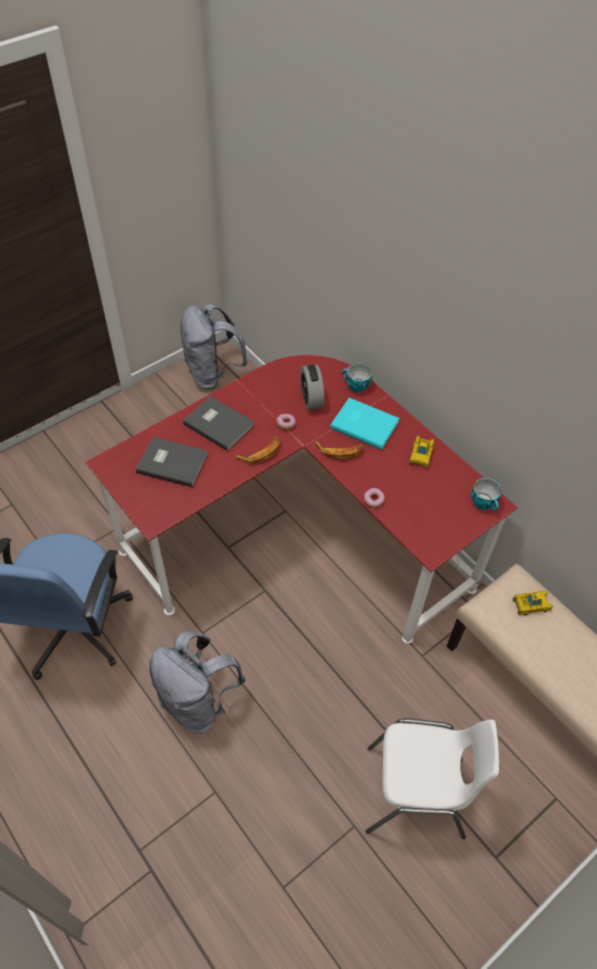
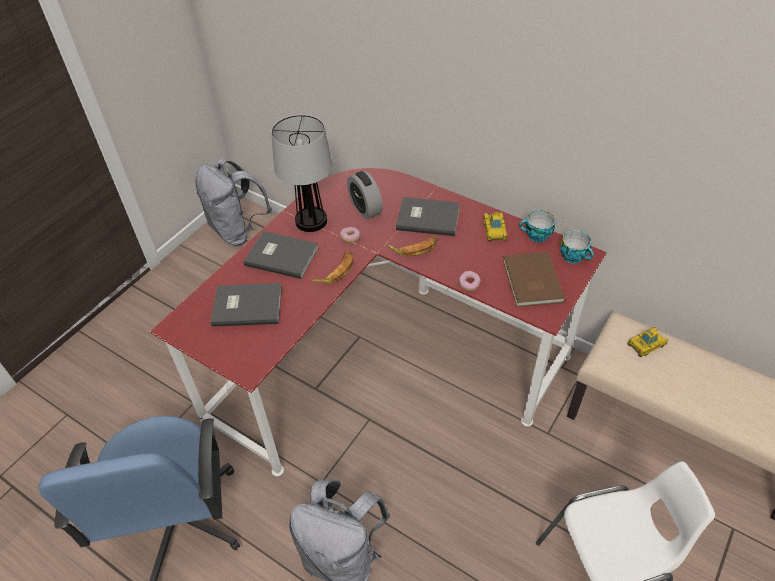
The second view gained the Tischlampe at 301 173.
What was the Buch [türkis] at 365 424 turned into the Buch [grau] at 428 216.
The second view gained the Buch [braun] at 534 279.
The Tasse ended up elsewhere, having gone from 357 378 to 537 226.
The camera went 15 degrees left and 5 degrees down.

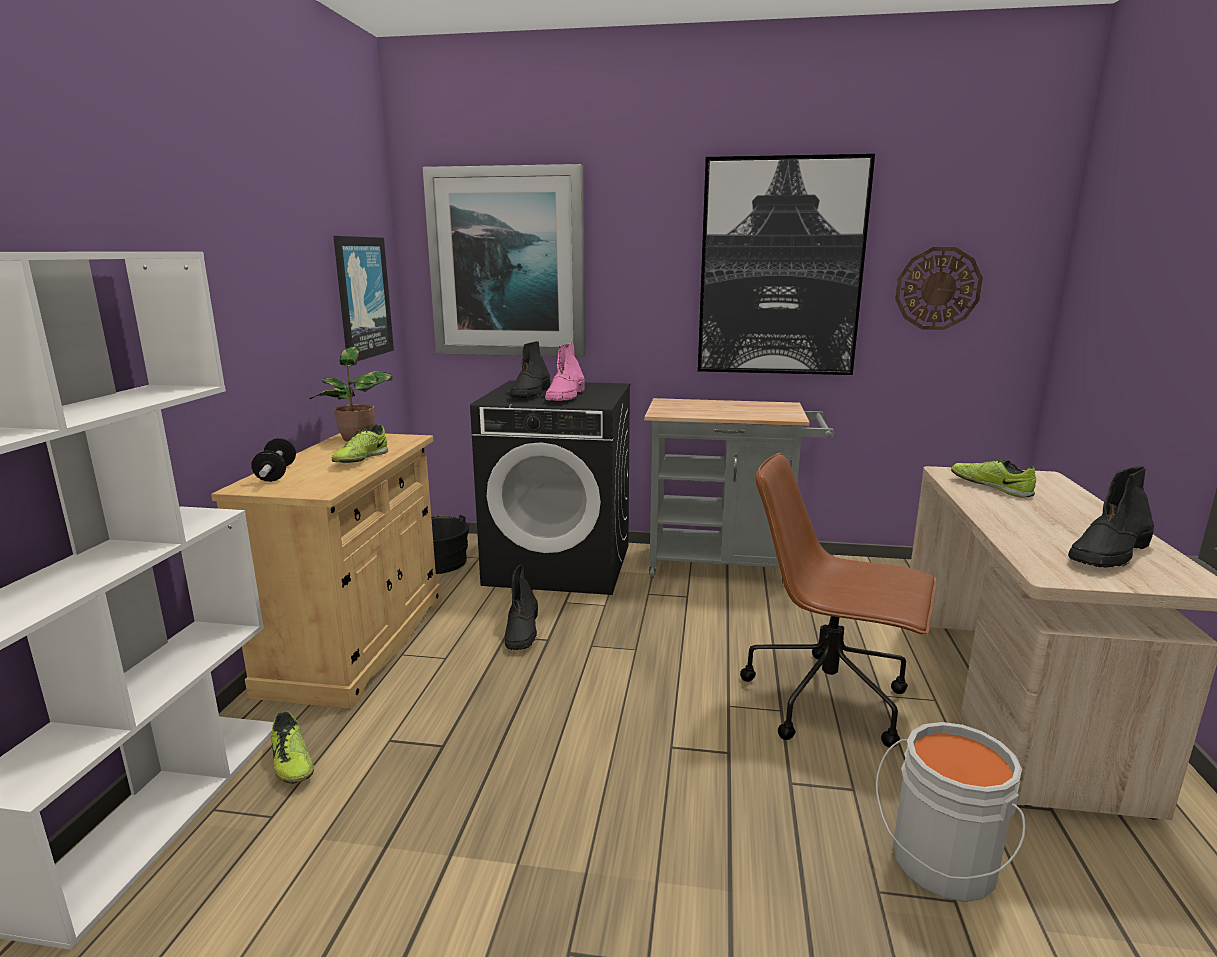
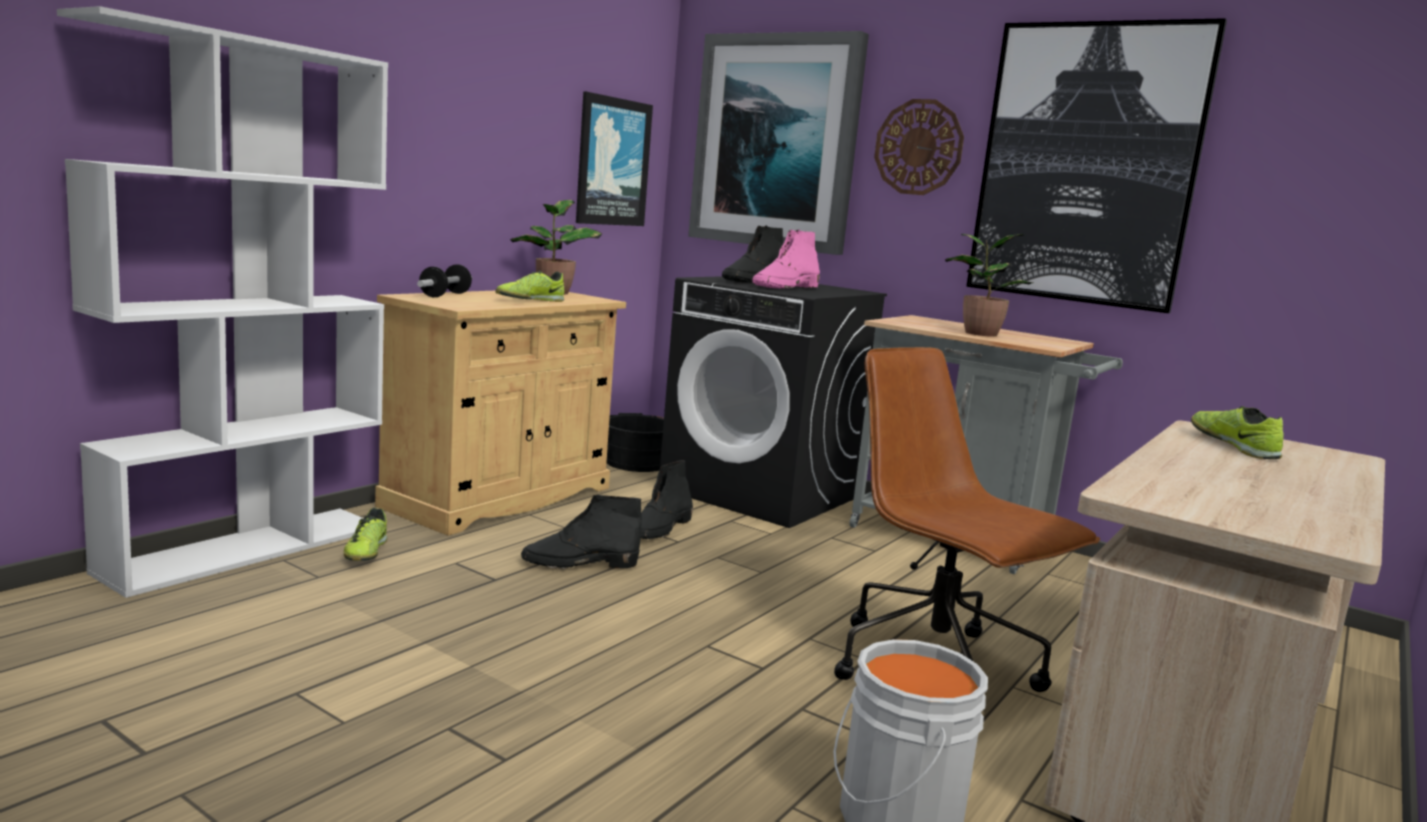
The Stiefel [schwarz] ended up elsewhere, having gone from 1111 517 to 581 532.
The Wanduhr ended up elsewhere, having gone from 939 288 to 919 147.
The second view gained the Topfpflanze at 989 285.
The camera went 25 degrees right and 5 degrees down.

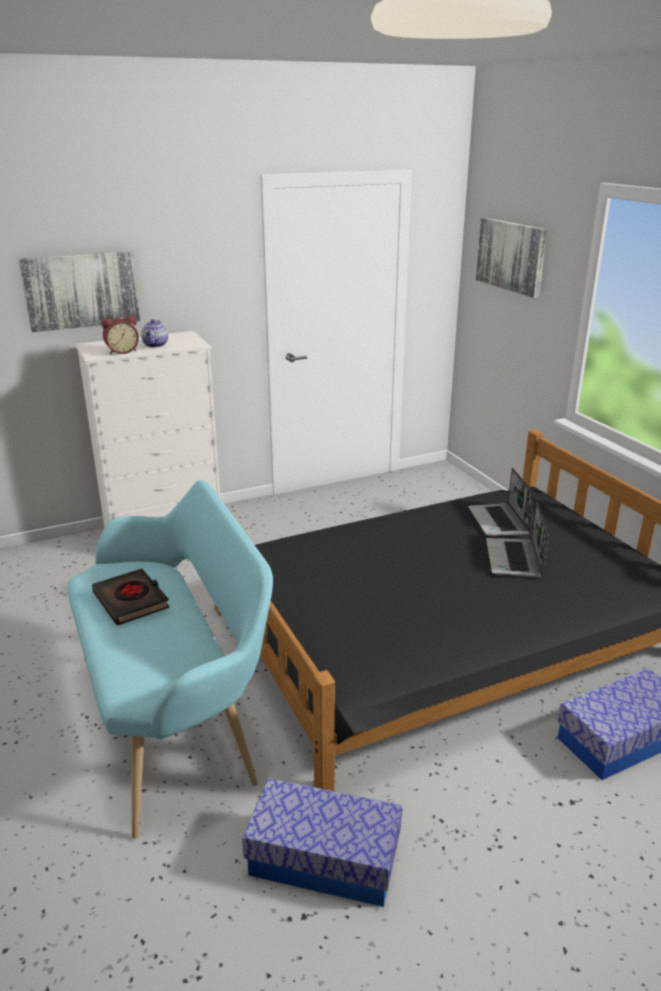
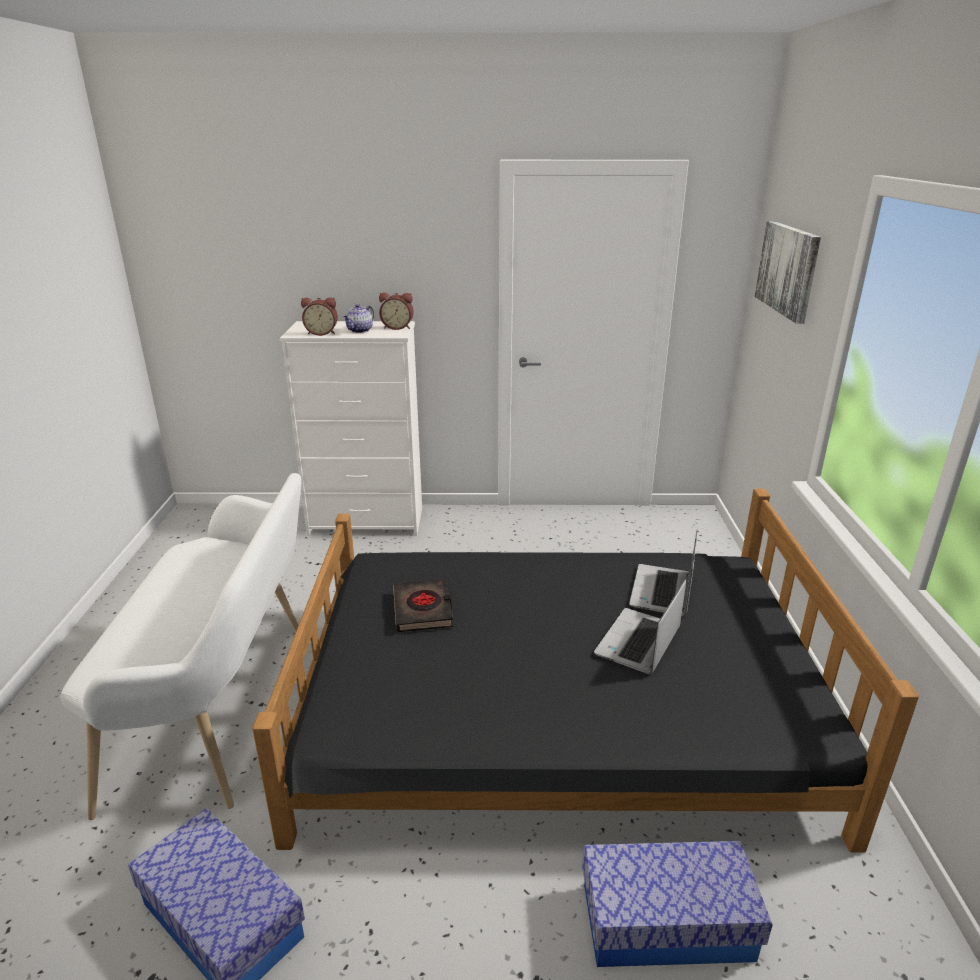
What was the Bank [türkis] at 170 659 turned into the Bank [weiß] at 181 646.
The second view gained the Wecker at 396 311.
The Buch [schwarz] ended up elsewhere, having gone from 131 597 to 423 605.
The second view lost the Bild at 80 291.
The camera went 25 degrees right and 0 degrees up.

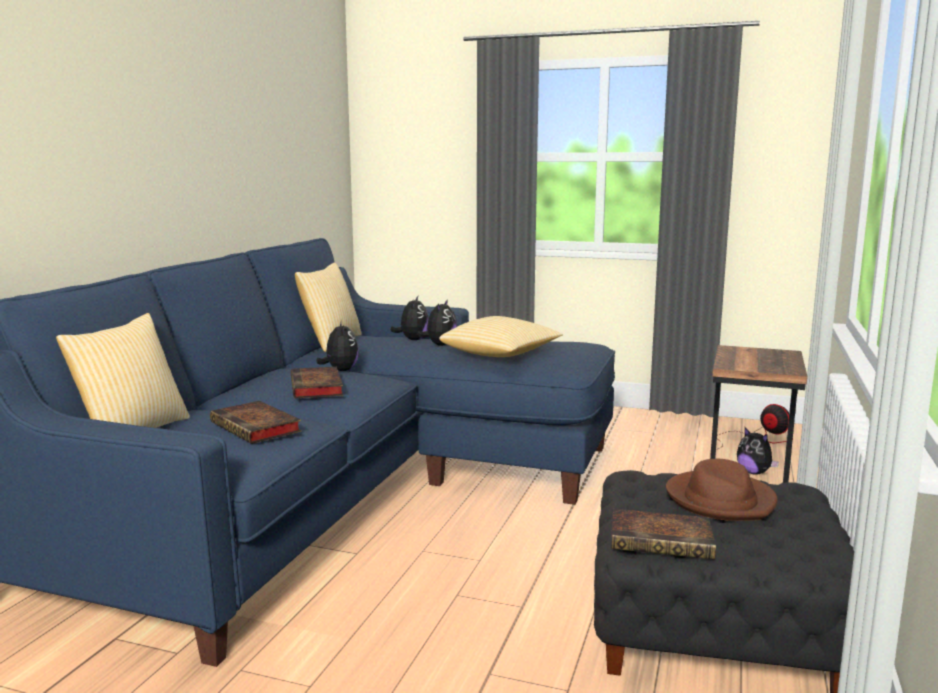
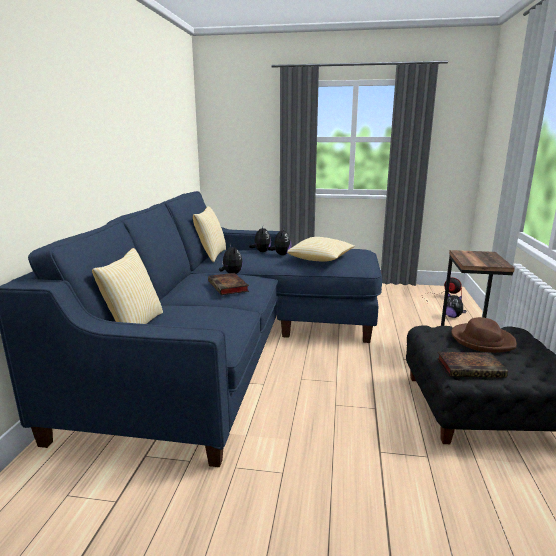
The second view lost the Buch at 256 422.
The camera went 10 degrees left and 5 degrees up.

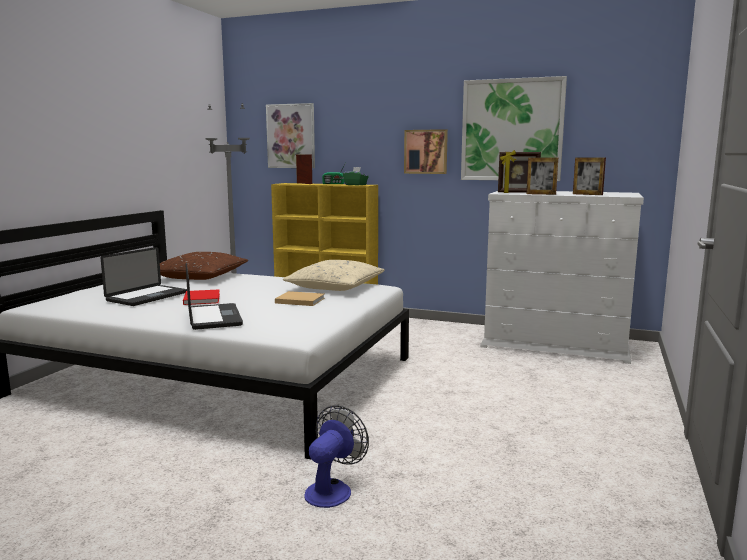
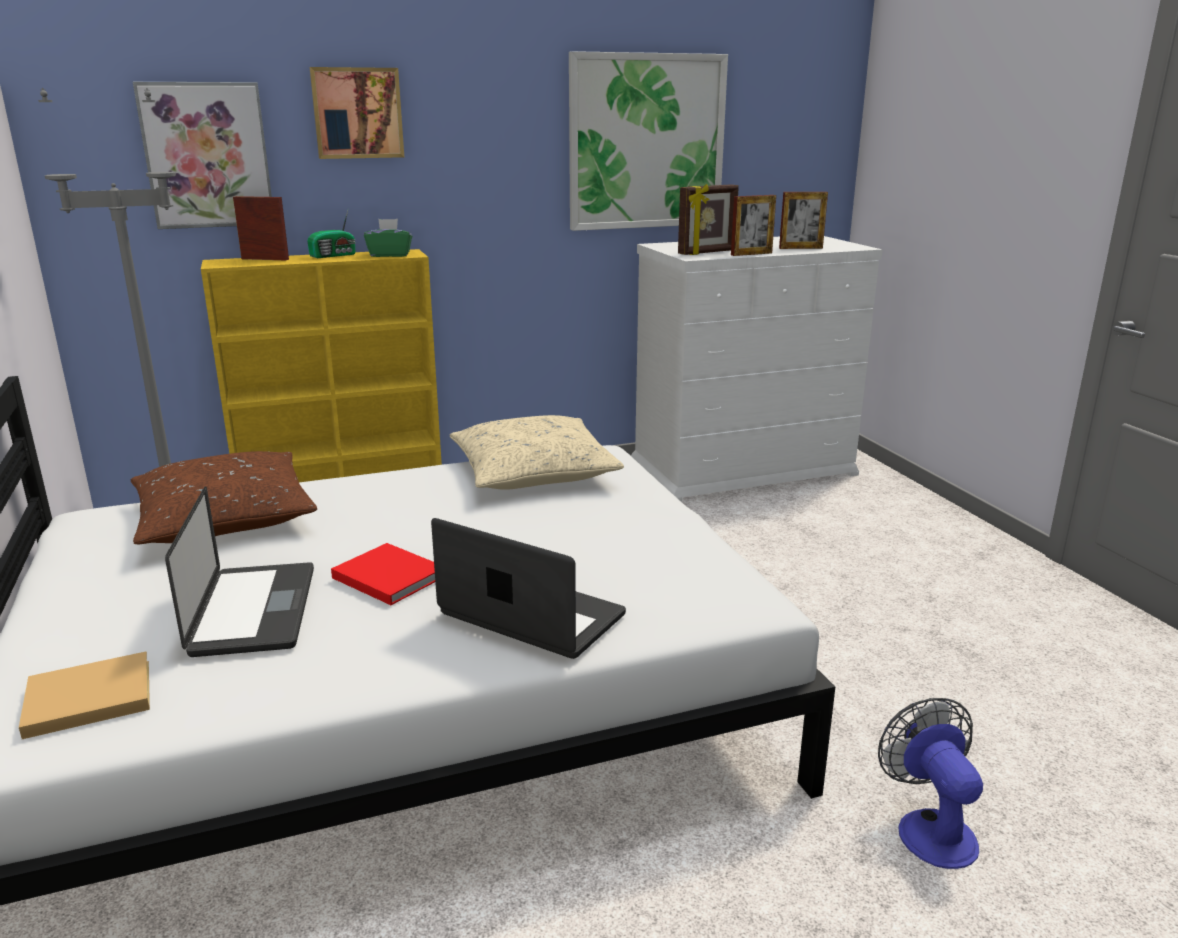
The Buch [beige] ended up elsewhere, having gone from 300 298 to 84 695.
The Bild ended up elsewhere, having gone from 426 151 to 357 113.
The camera went 40 degrees left and 10 degrees up.

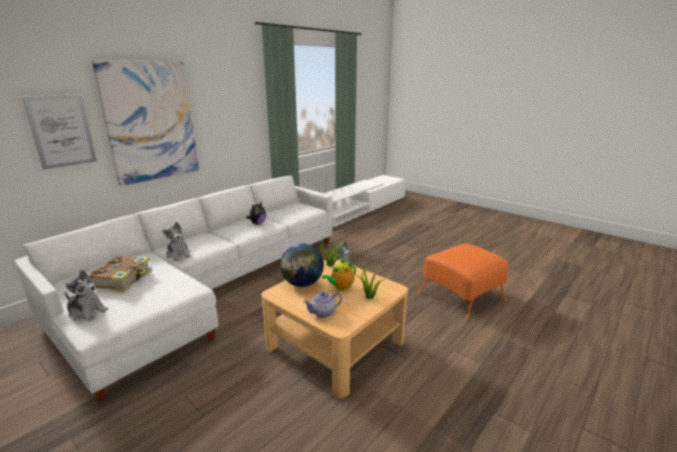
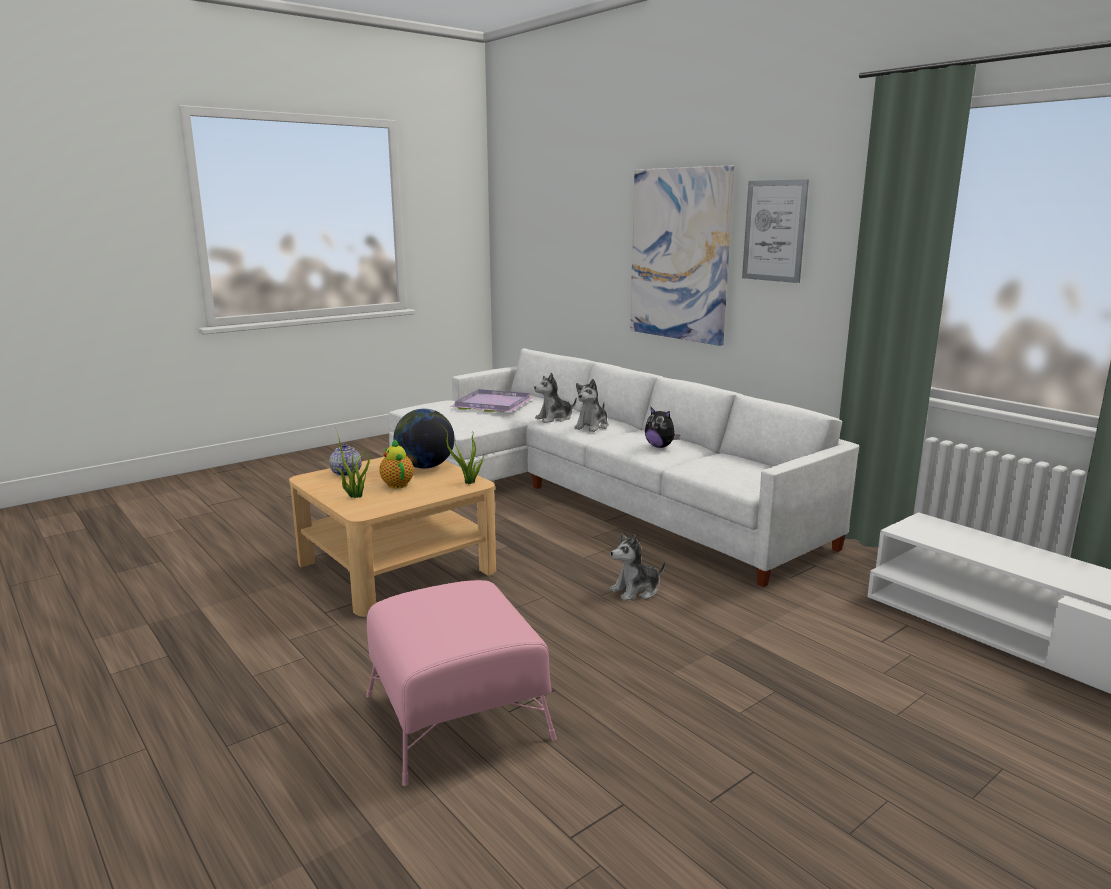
What was the Polsterhocker [orange] at 464 282 turned into the Polsterhocker [rosa] at 461 683.
Where the Buch stood at 120 274, the Tablett [lila] came to stand at 492 400.
The Plüschtier ended up elsewhere, having gone from 86 295 to 591 405.
The Bild ended up elsewhere, having gone from 59 131 to 775 231.
The camera went 100 degrees right and 5 degrees down.

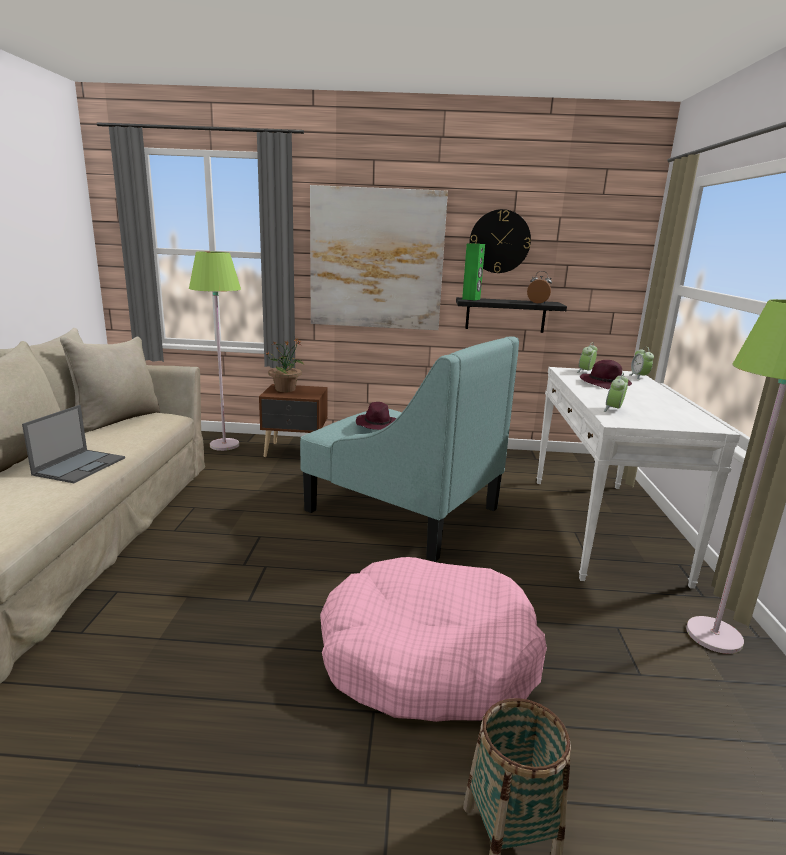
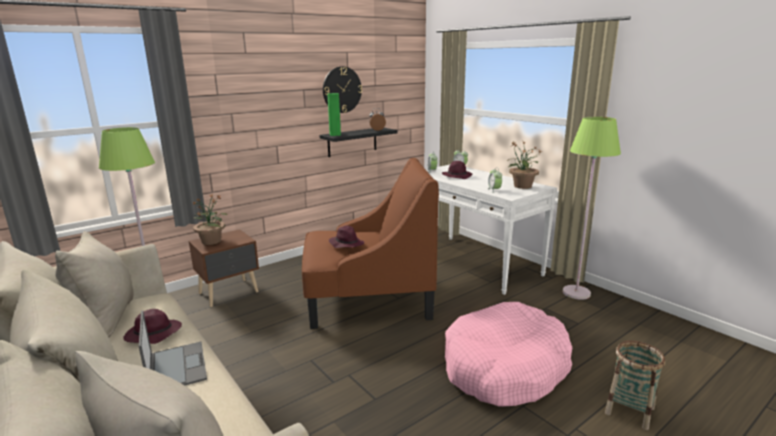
The second view gained the Hut [lila] at 152 326.
What was the Sessel [türkis] at 409 449 turned into the Sessel [braun] at 370 243.
The second view gained the Topfpflanze at 525 165.
The second view lost the Bild at 379 257.
The camera went 40 degrees left and 0 degrees up.

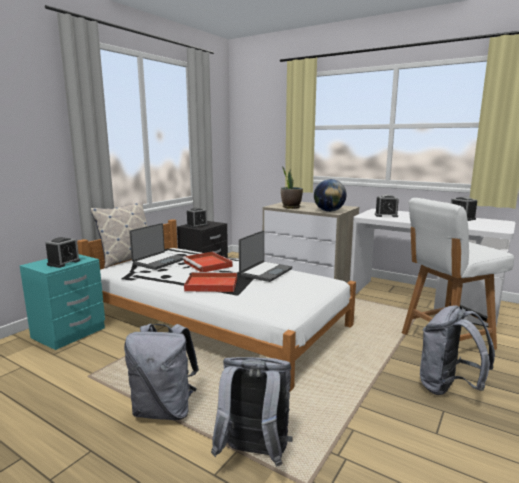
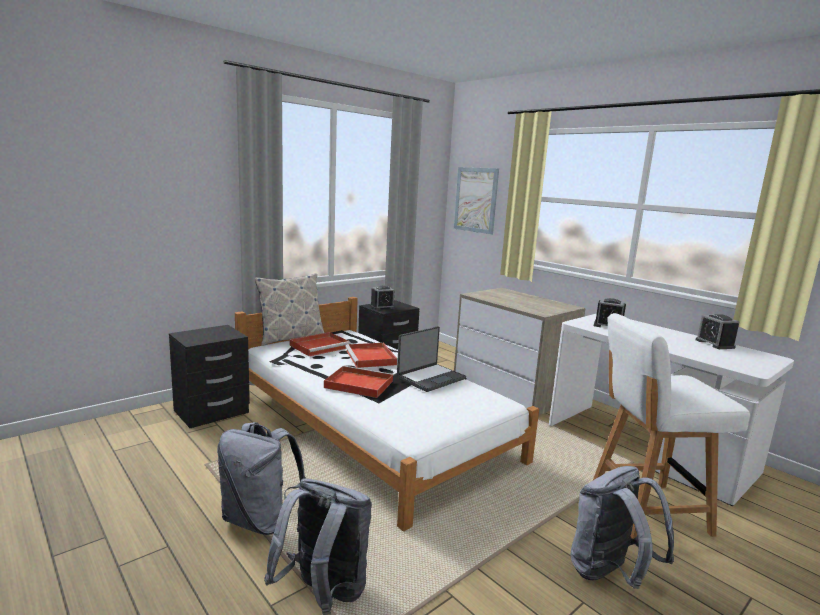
What was the Nachttisch [türkis] at 62 302 turned into the Nachttisch [schwarz] at 209 376.
Where the Laptop stood at 156 246, the Tablett [rot] came to stand at 320 344.
The second view gained the Bild at 476 200.
The second view lost the Wecker at 62 252.
The second view lost the Topfpflanze at 292 188.
The second view lost the Globus at 330 195.
The camera went 15 degrees right and 0 degrees up.

